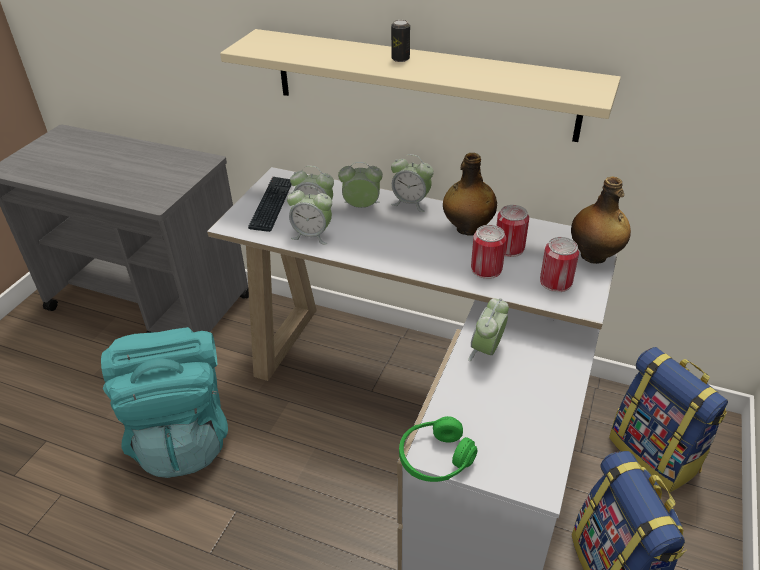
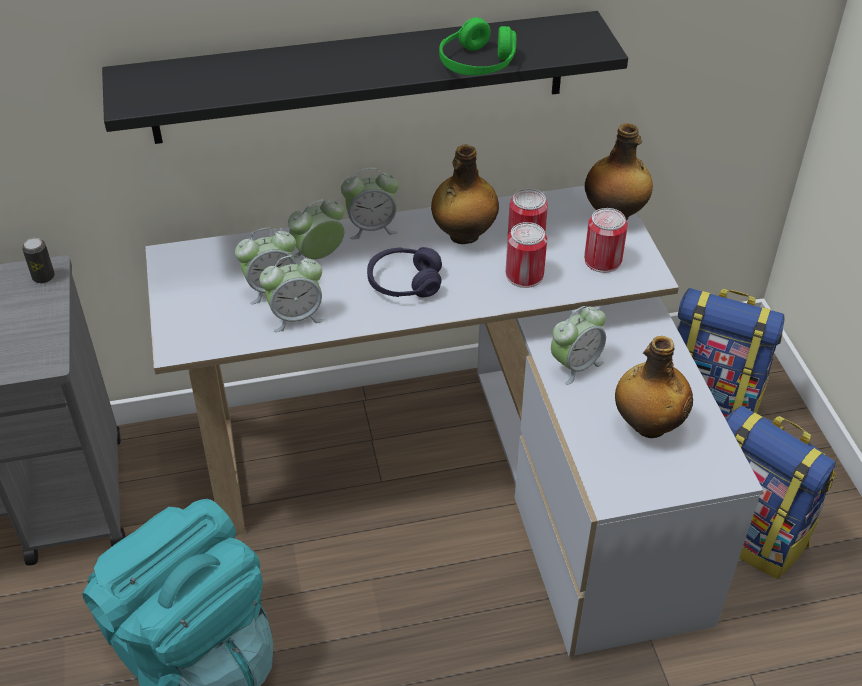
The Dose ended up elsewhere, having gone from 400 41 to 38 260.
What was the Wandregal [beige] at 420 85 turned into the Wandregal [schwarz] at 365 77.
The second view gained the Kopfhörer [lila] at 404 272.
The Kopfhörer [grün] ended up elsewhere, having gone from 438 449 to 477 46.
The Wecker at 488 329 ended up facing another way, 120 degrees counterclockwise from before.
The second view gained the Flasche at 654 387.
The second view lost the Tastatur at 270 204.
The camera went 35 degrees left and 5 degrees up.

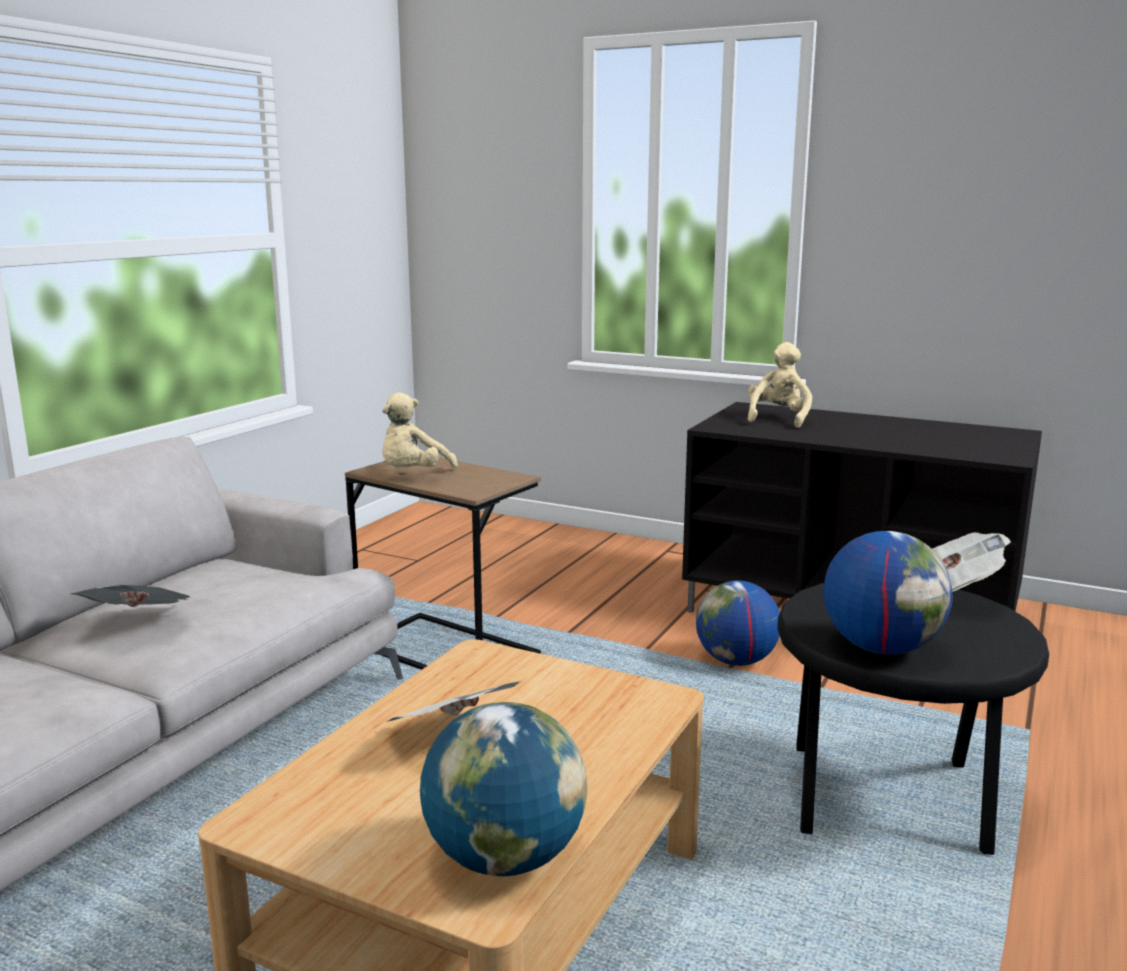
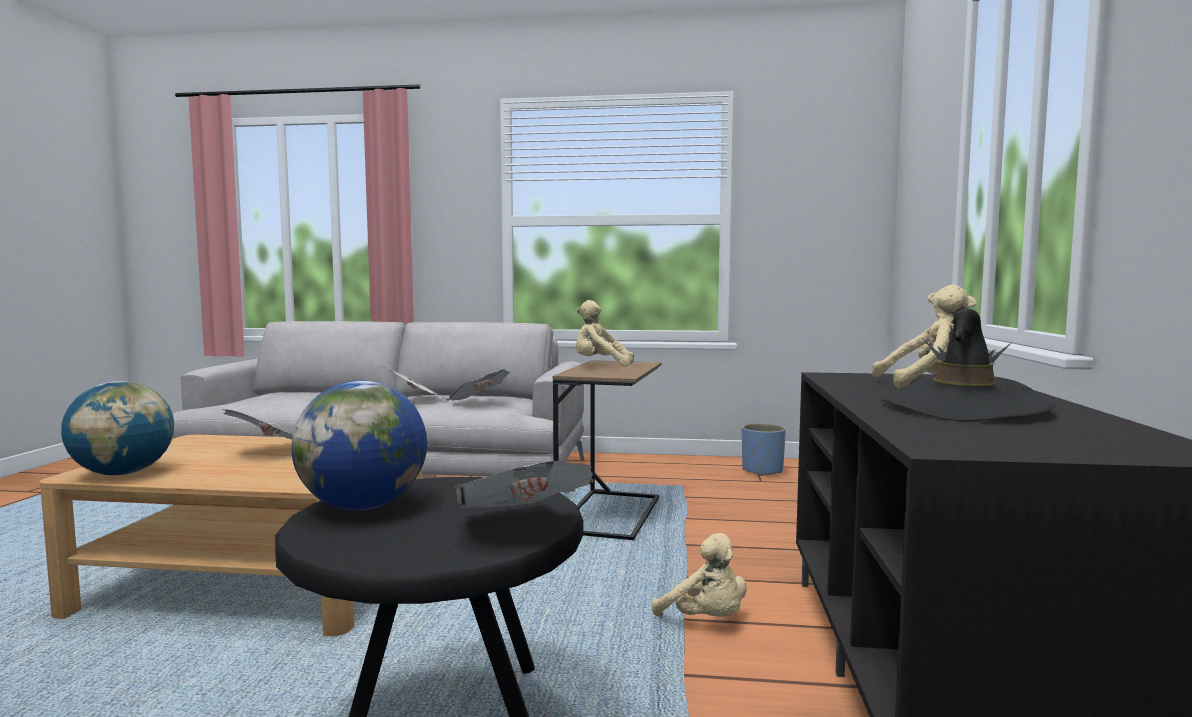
The second view gained the Zeitung at 478 385.
Where the Globus stood at 738 623, the Plüschtier [beige] came to stand at 699 575.
The second view gained the Pflanzkübel [blau] at 764 449.
The second view gained the Hut [schwarz] at 969 365.
The camera went 70 degrees right and 10 degrees down.

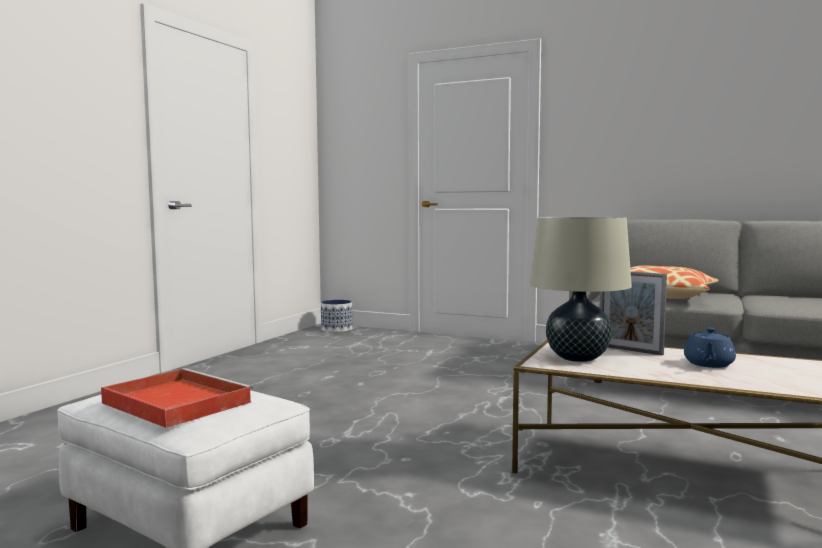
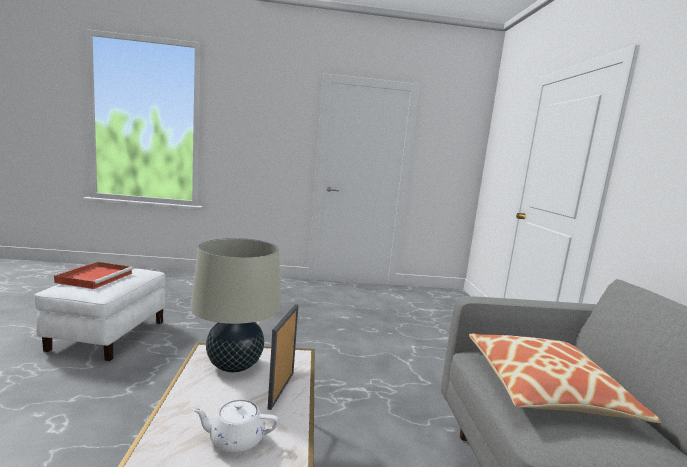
What was the Teekanne [blau] at 710 347 turned into the Teekanne [weiß] at 235 426.
The second view lost the Pflanzkübel at 337 316.
The camera went 60 degrees right and 5 degrees up.

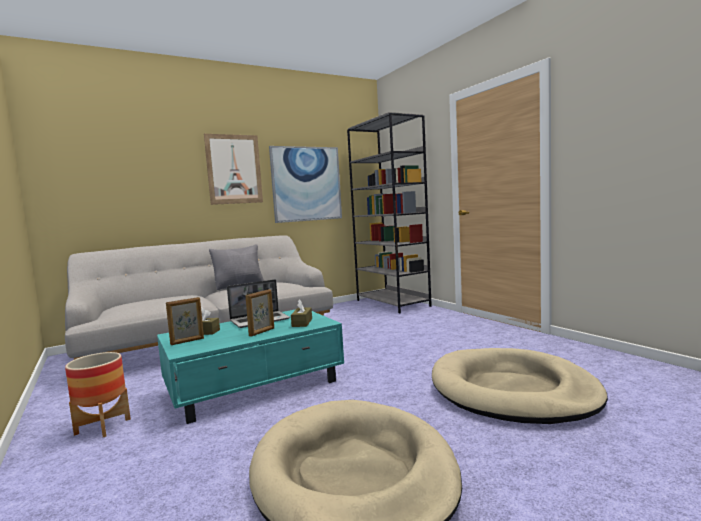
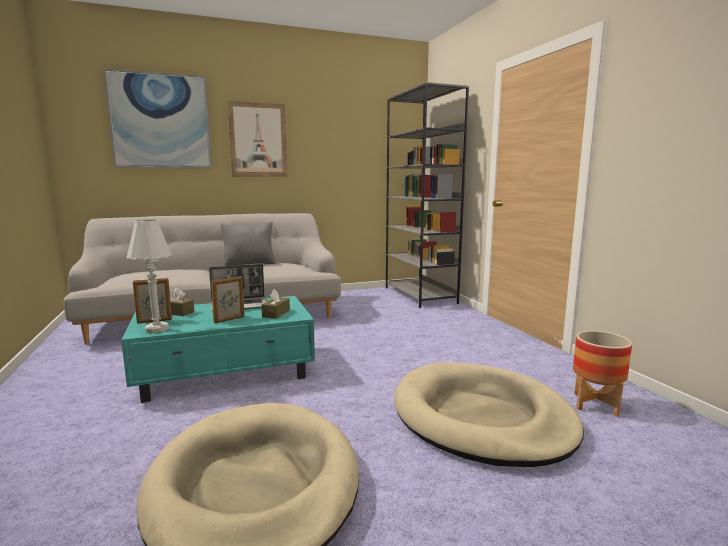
The Bild ended up elsewhere, having gone from 305 184 to 157 118.
The second view gained the Tischlampe [weiß] at 149 276.
The Pflanzkübel ended up elsewhere, having gone from 98 394 to 602 374.
The camera went 10 degrees right and 5 degrees up.

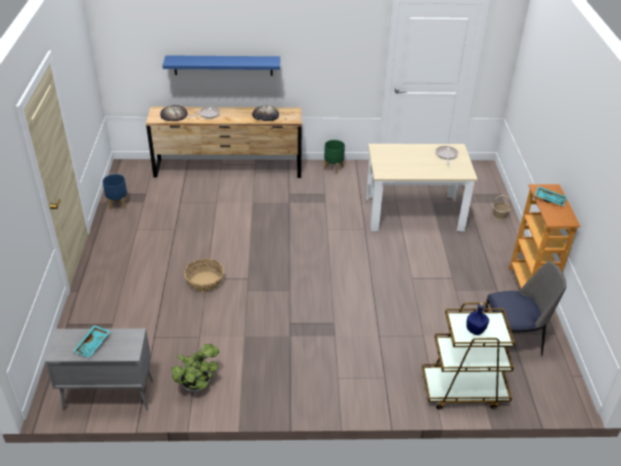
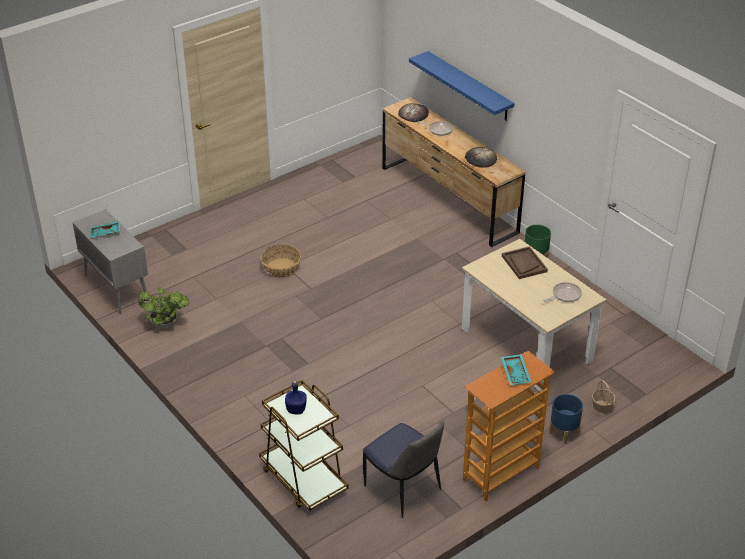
The second view gained the Tablett [braun] at 525 262.
The Pflanzkübel [blau] ended up elsewhere, having gone from 114 192 to 566 419.
The camera went 55 degrees right and 0 degrees up.

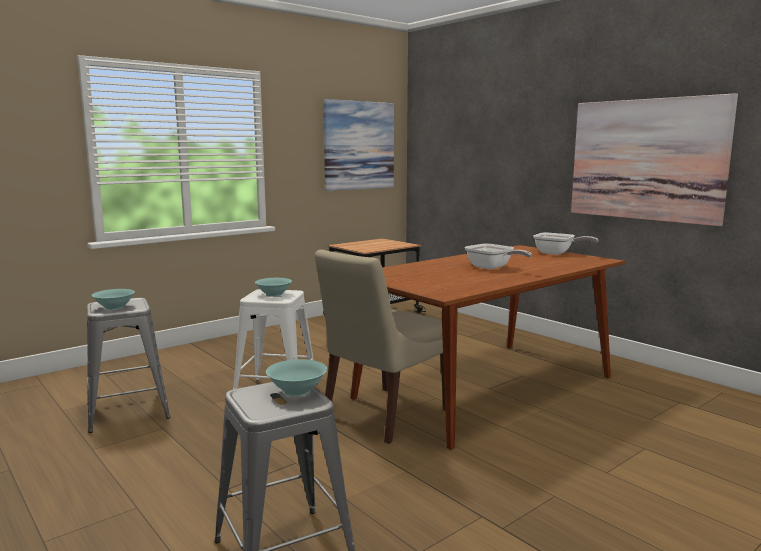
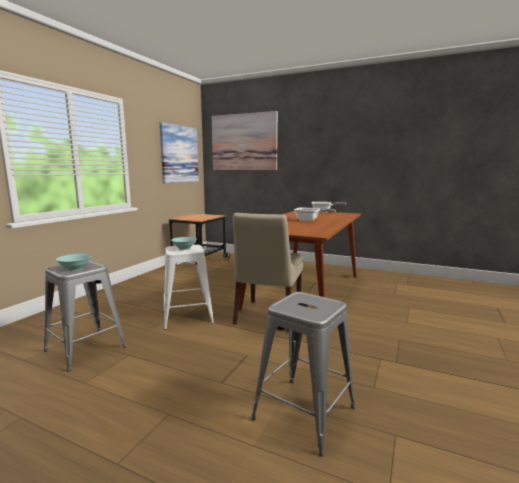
The Bild ended up elsewhere, having gone from 654 159 to 245 140.
The second view lost the Schüssel [türkis] at 296 377.
The camera went 25 degrees left and 0 degrees up.

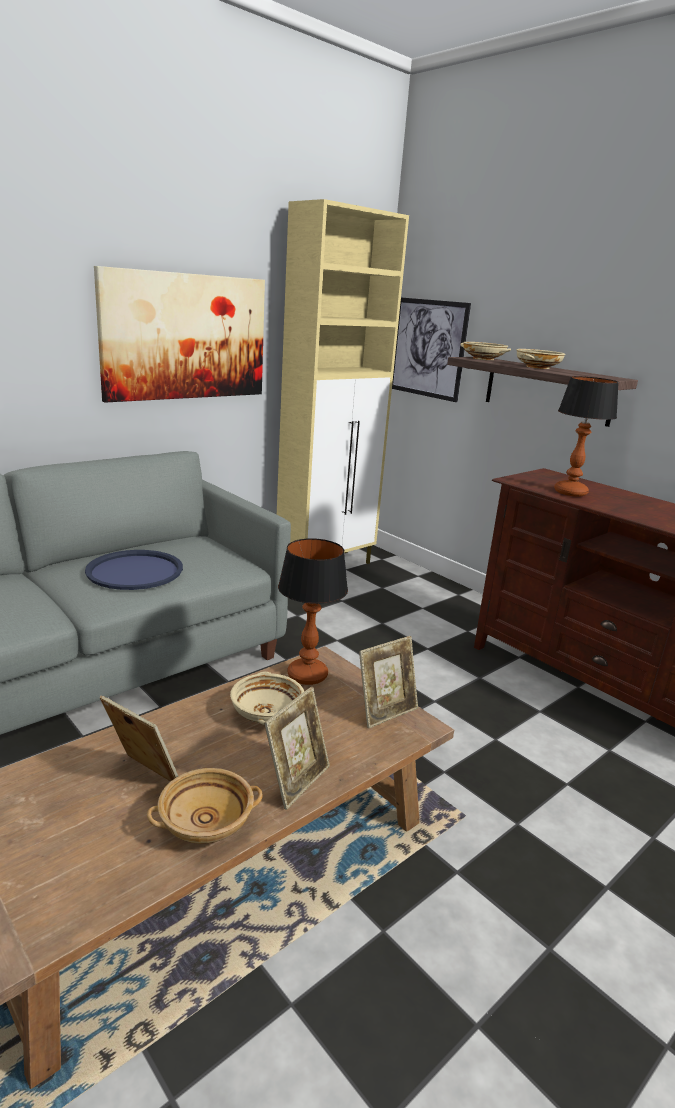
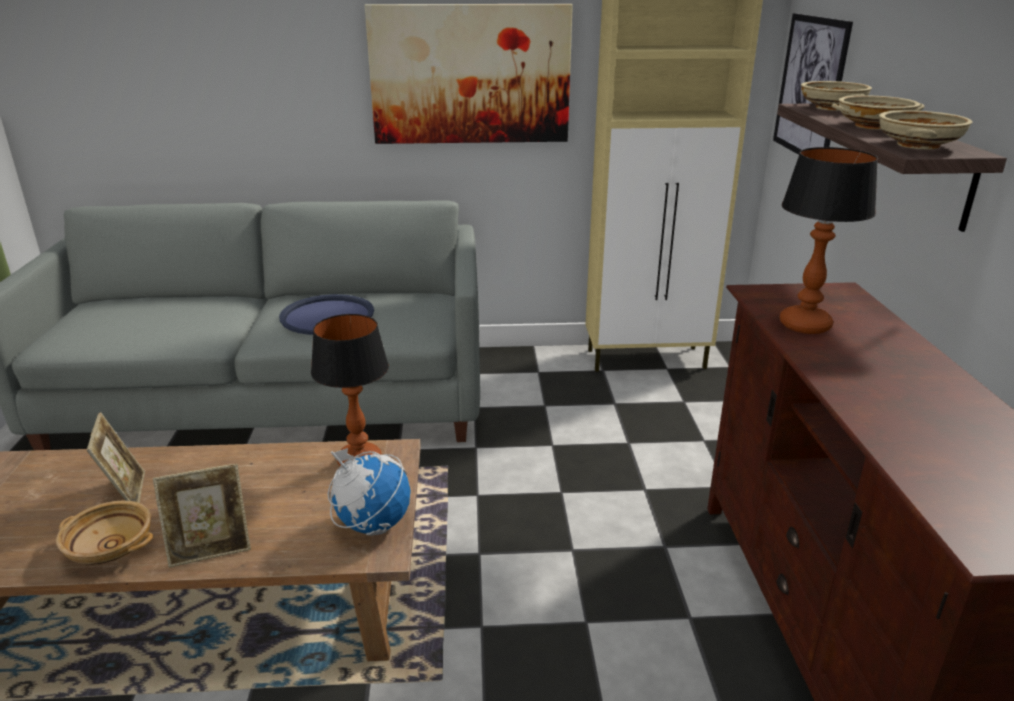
Where the Bilderrahmen stood at 388 682, the Globus came to stand at 369 492.
The Schüssel [beige] ended up elsewhere, having gone from 267 698 to 925 129.
The camera went 40 degrees right and 5 degrees up.

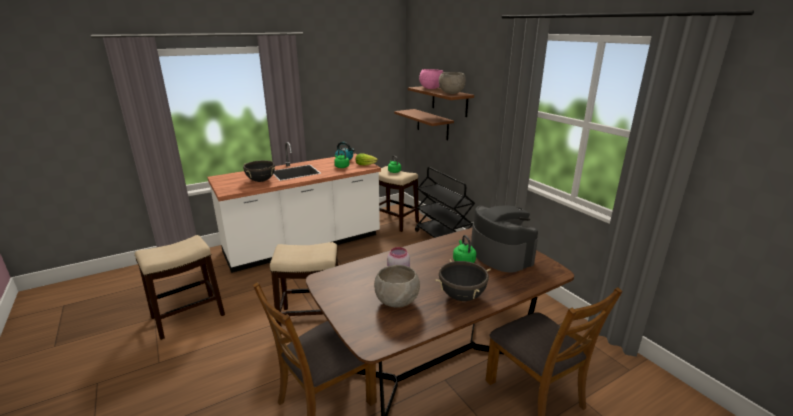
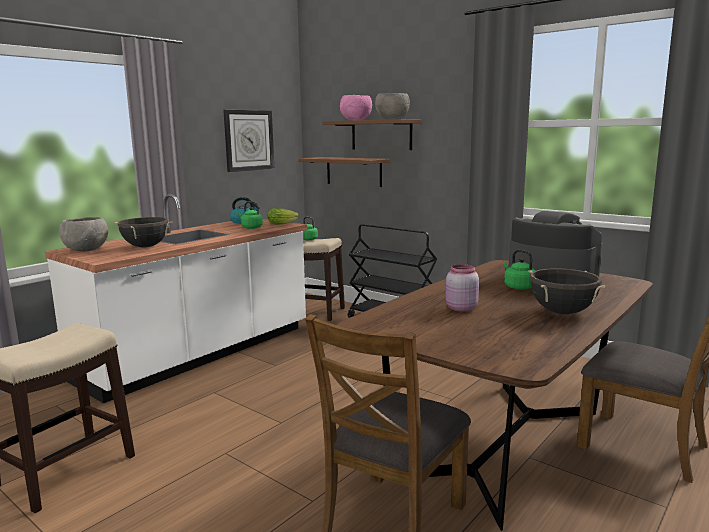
The Schüssel [grau] ended up elsewhere, having gone from 397 286 to 83 234.
The second view gained the Wanduhr at 248 141.
The second view lost the Hocker at 304 284.
The camera went 20 degrees left and 10 degrees down.

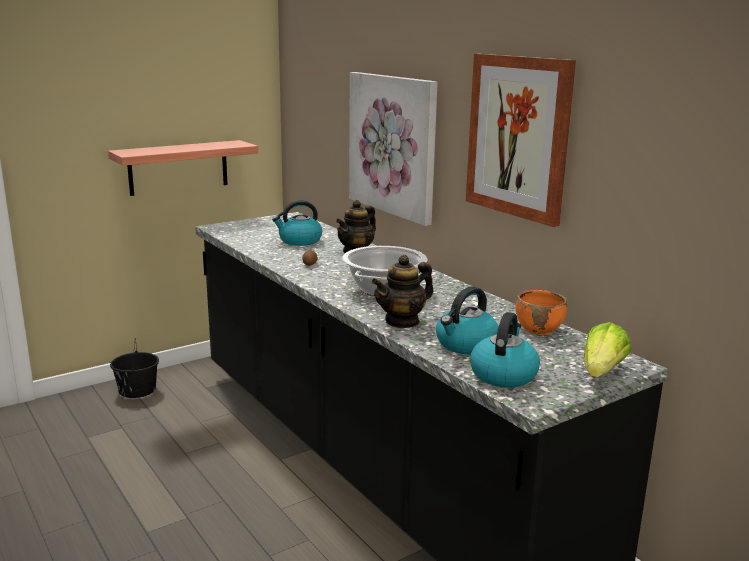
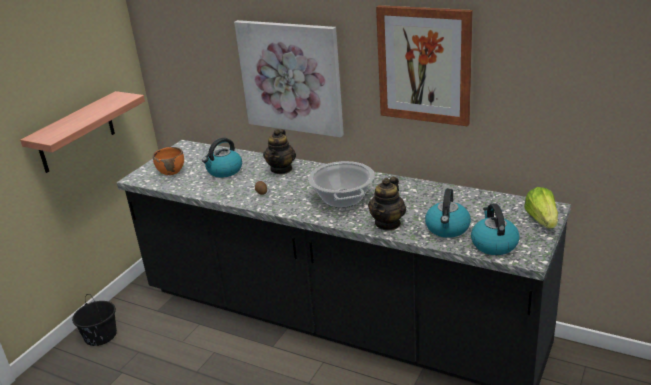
The Schüssel [orange] ended up elsewhere, having gone from 541 312 to 168 161.
The camera went 25 degrees left and 10 degrees up.

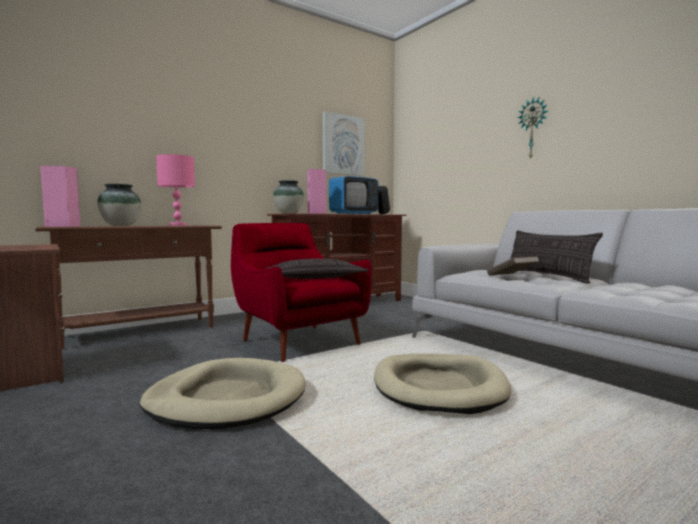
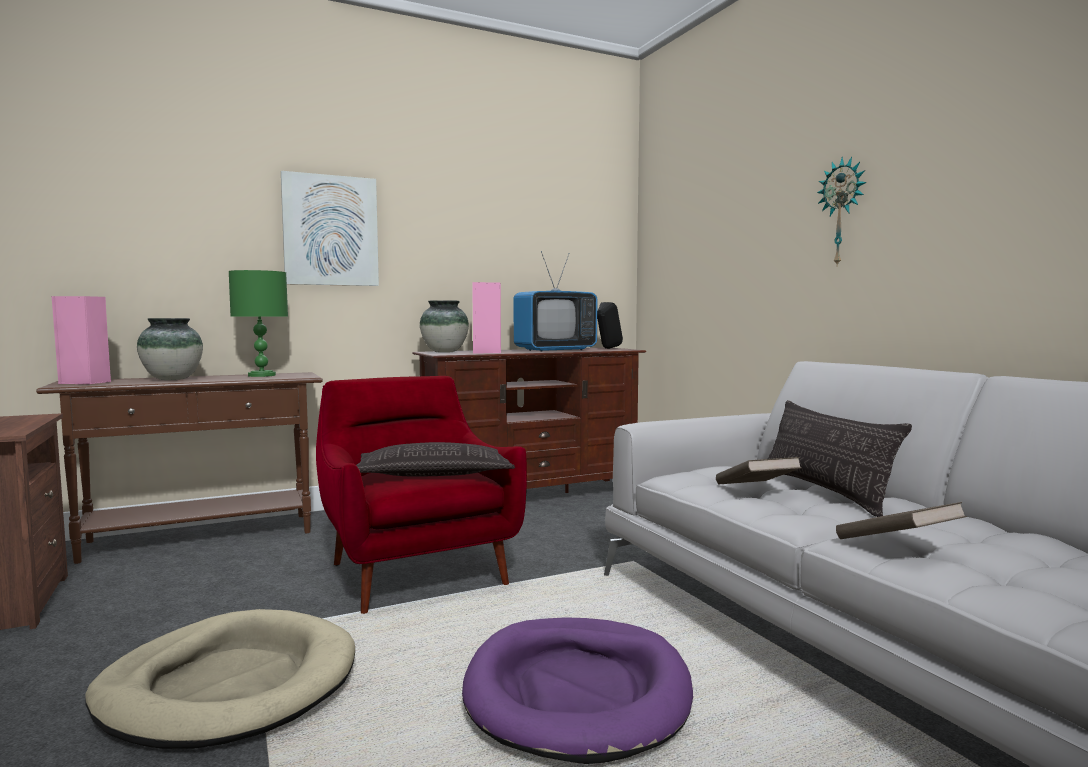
What was the Tischlampe [rosa] at 175 190 turned into the Tischlampe [grün] at 258 323.
The Bild ended up elsewhere, having gone from 344 143 to 330 228.
What was the Hundebett [beige] at 442 383 turned into the Hundebett [lila] at 577 690.
The second view gained the Buch [braun] at 901 520.
The camera went 10 degrees right and 0 degrees up.

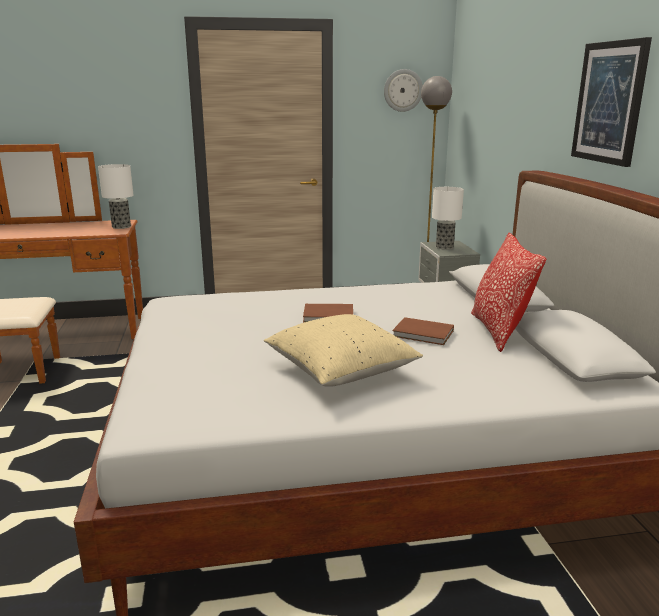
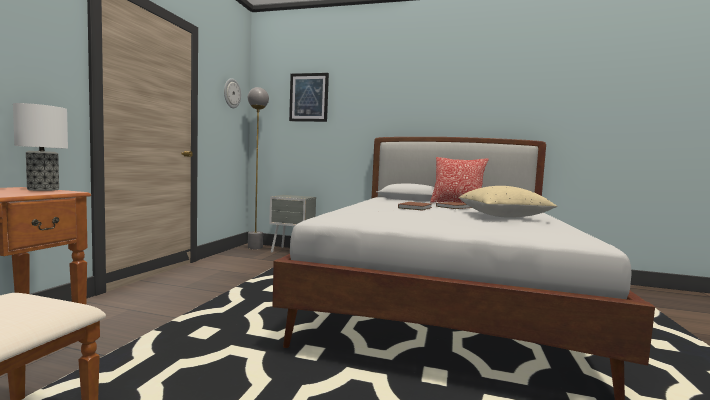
The Bild ended up elsewhere, having gone from 611 102 to 309 97.
The second view lost the Tischlampe at 448 218.
The camera went 65 degrees left and 15 degrees down.

